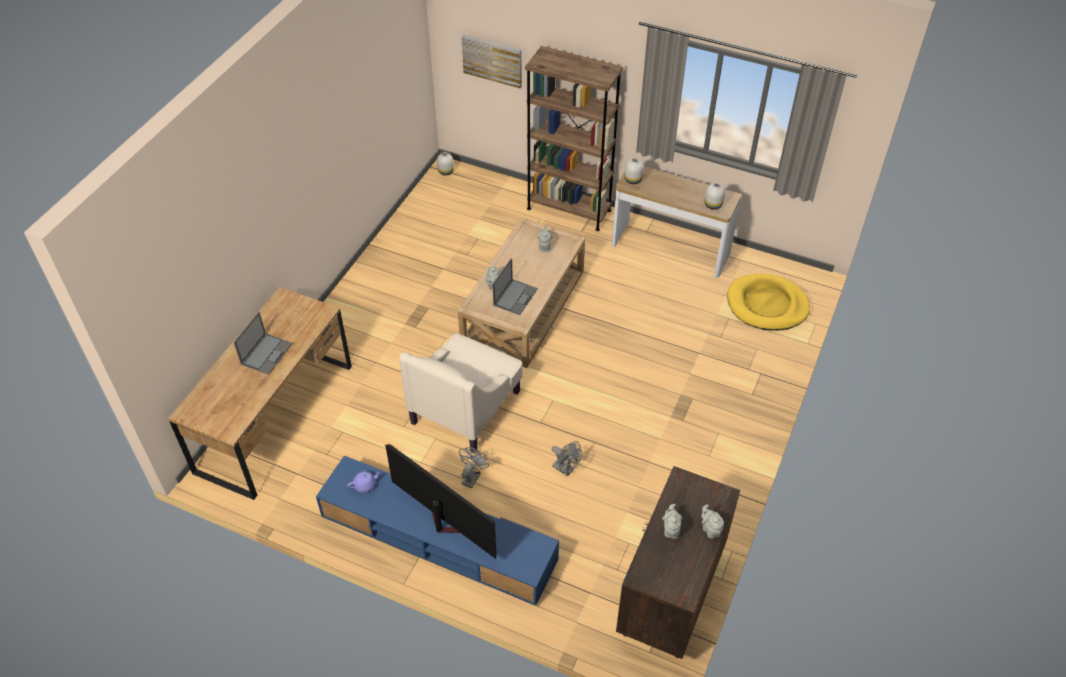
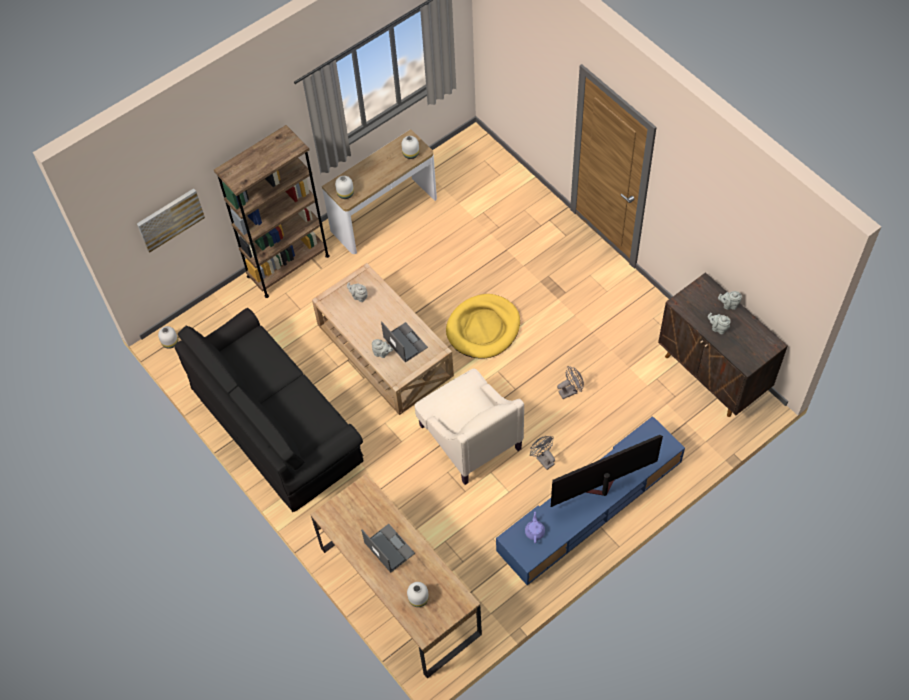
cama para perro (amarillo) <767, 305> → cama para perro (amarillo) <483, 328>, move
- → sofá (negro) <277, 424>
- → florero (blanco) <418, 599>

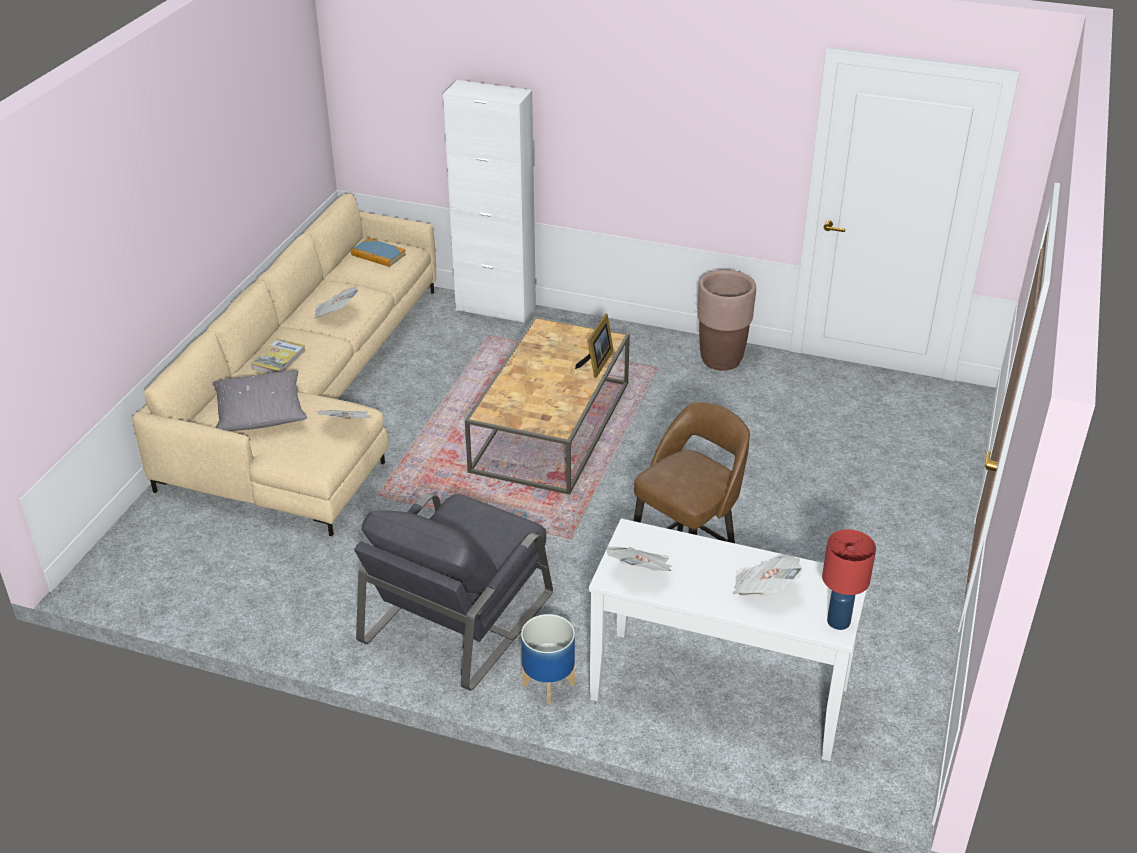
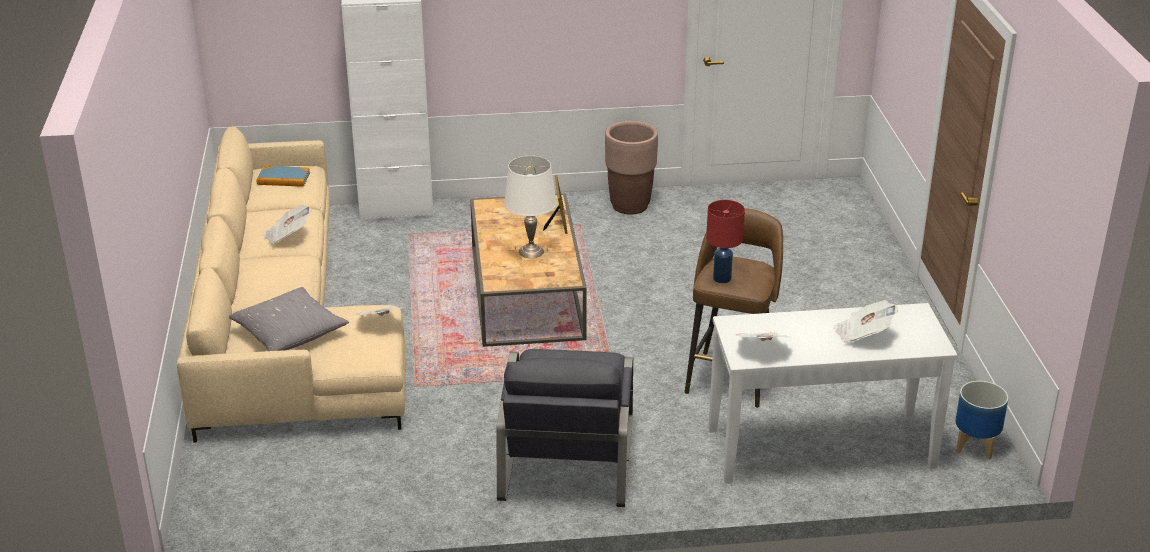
libro <279, 359> → -
maceta <549, 685> → maceta <976, 446>, move
lámpara de mesa (rojo) <839, 621> → lámpara de mesa (rojo) <722, 278>, move
- → lámpara de mesa (blanco) <531, 251>

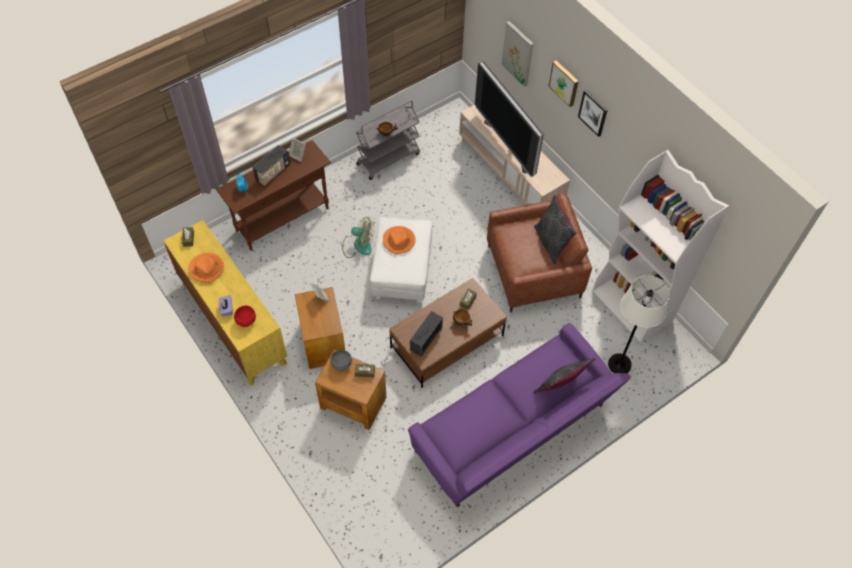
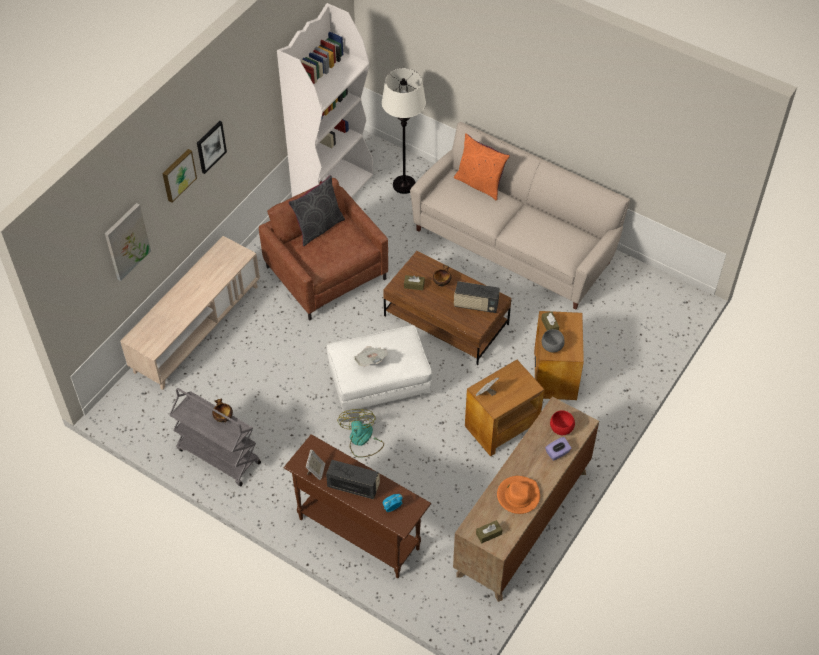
cómoda (amarillo) <233, 322> → cómoda (marrón) <522, 523>
sombrero (naranja) <399, 241> → periódico <371, 361>
sofá (morado) <513, 431> → sofá (beis) <515, 243>
televisor <509, 144> → -
cojín (gris) <560, 386> → cojín (naranja) <480, 184>

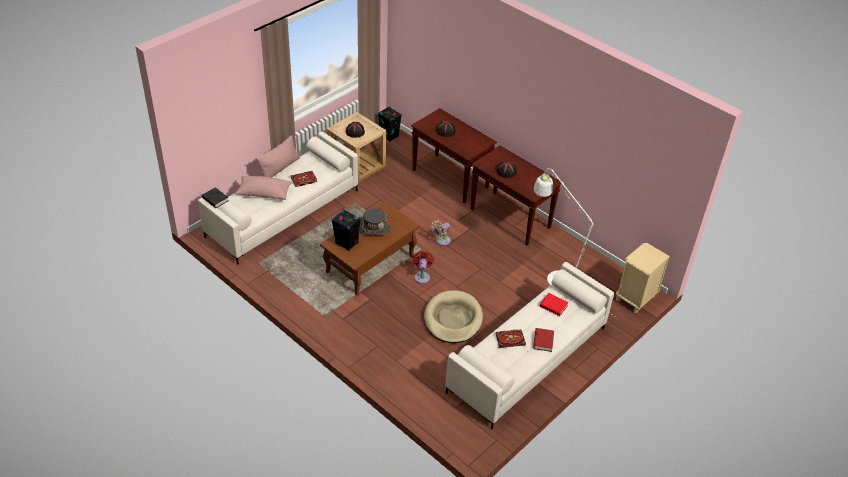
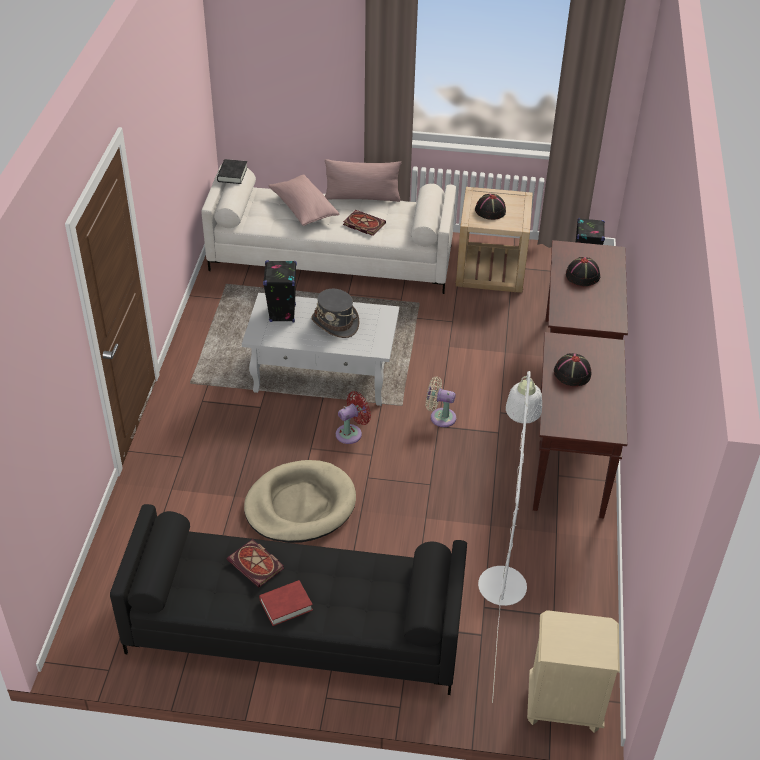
mesa de centro (marrón) <370, 263> → mesa de centro (blanco) <324, 374>
sofá (blanco) <527, 360> → sofá (negro) <294, 629>
libro (rojo) <553, 306> → -

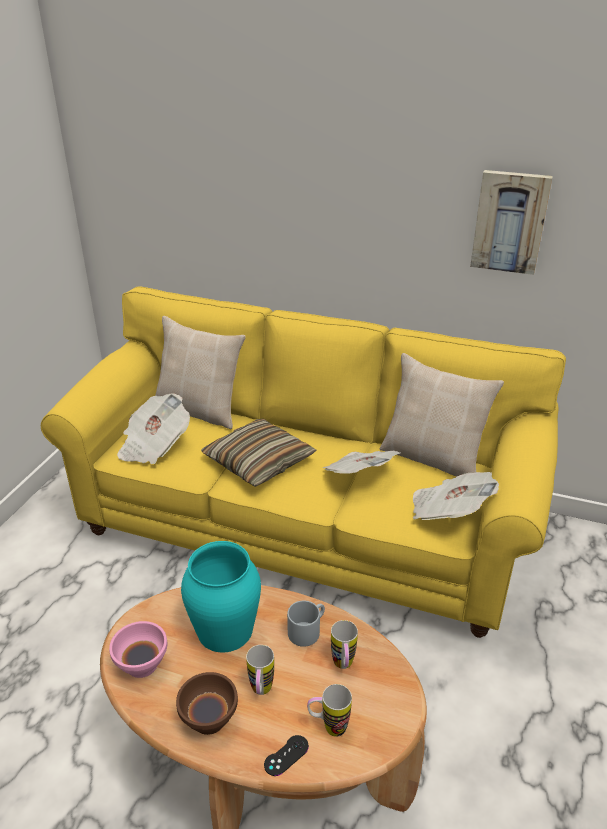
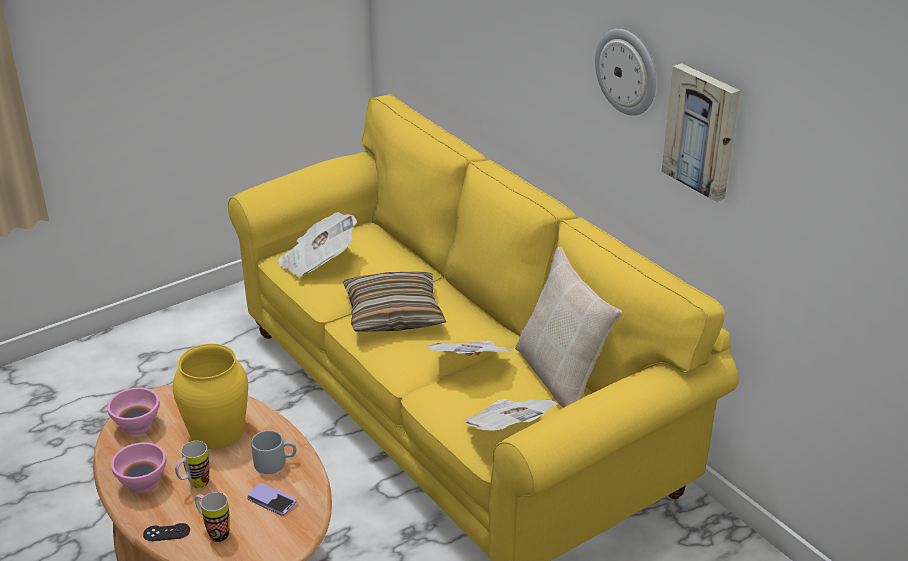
cojín (beis) <200, 410> → -
cuenco (marrón) <210, 719> → cuenco (rosa) <144, 483>
florero (turquesa) <224, 630> → florero (amarillo) <216, 431>
taza grande <343, 666> → móvil <271, 500>
- → reloj de pared <627, 71>

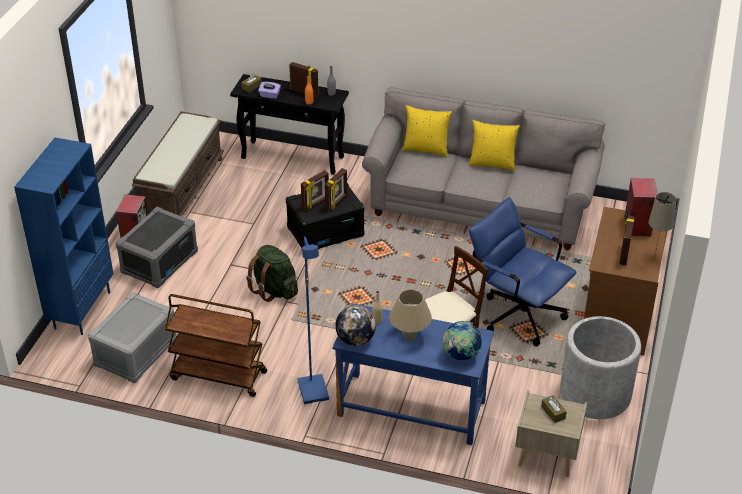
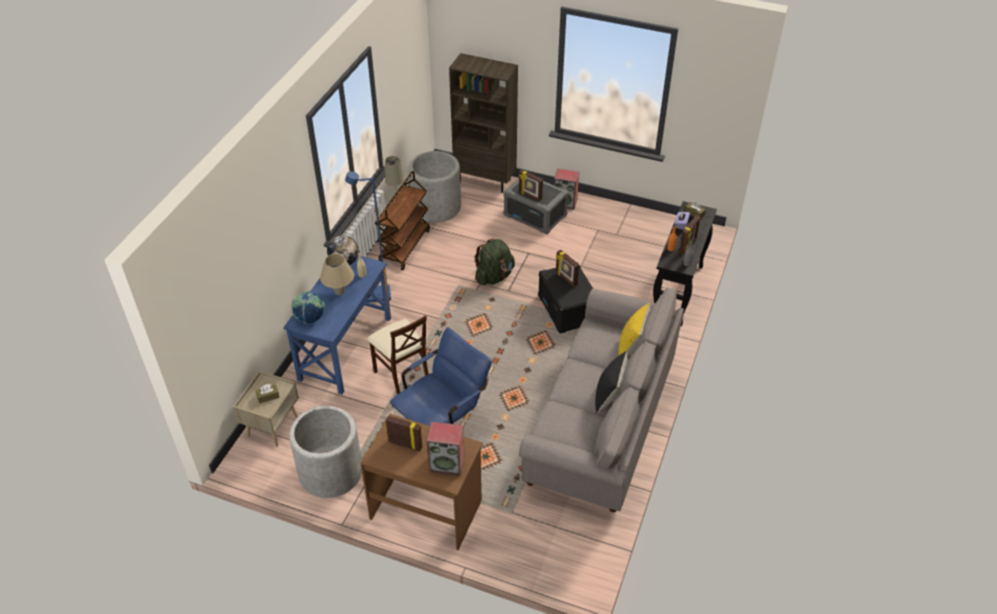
estantería (azul) <82, 309> → estantería (marrón) <485, 180>
caja de almacenaje (gris) <136, 353> → maceta (gris) <436, 207>
banco (marrón) <181, 189> → -
portarretratos <336, 202> → portarretratos <530, 196>, move
cojín (amarillo) <492, 163> → cojín (negro) <609, 397>
lámpara de mesa (beis) <654, 257> → lámpara de mesa (beis) <397, 206>, move

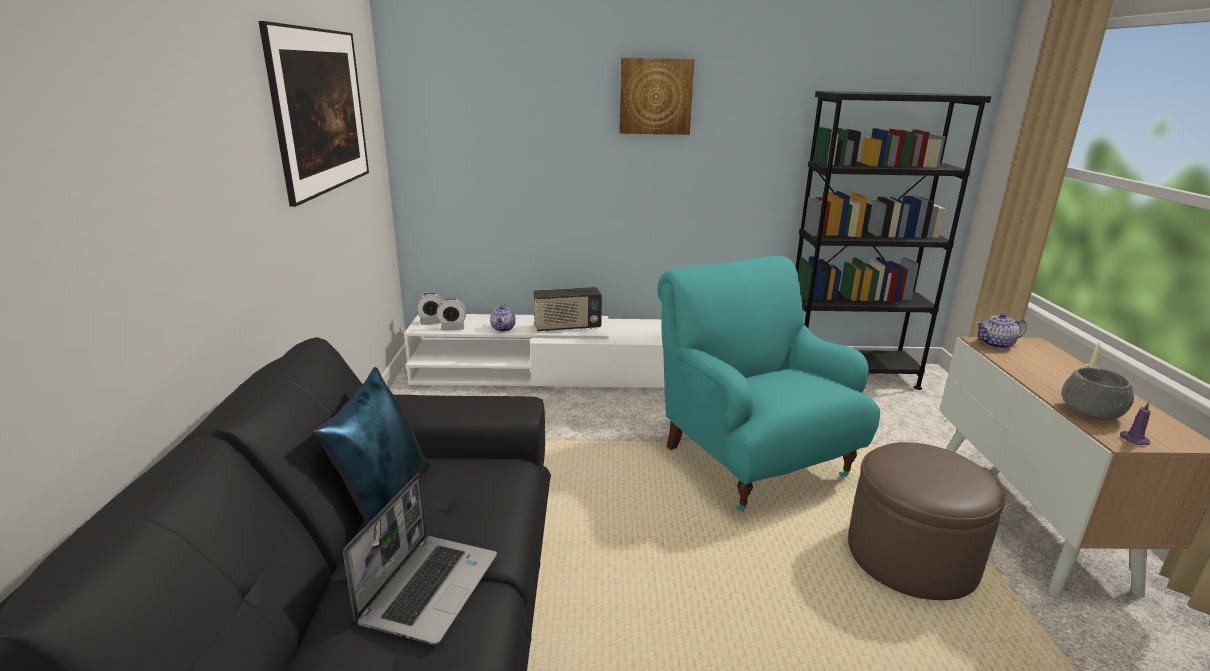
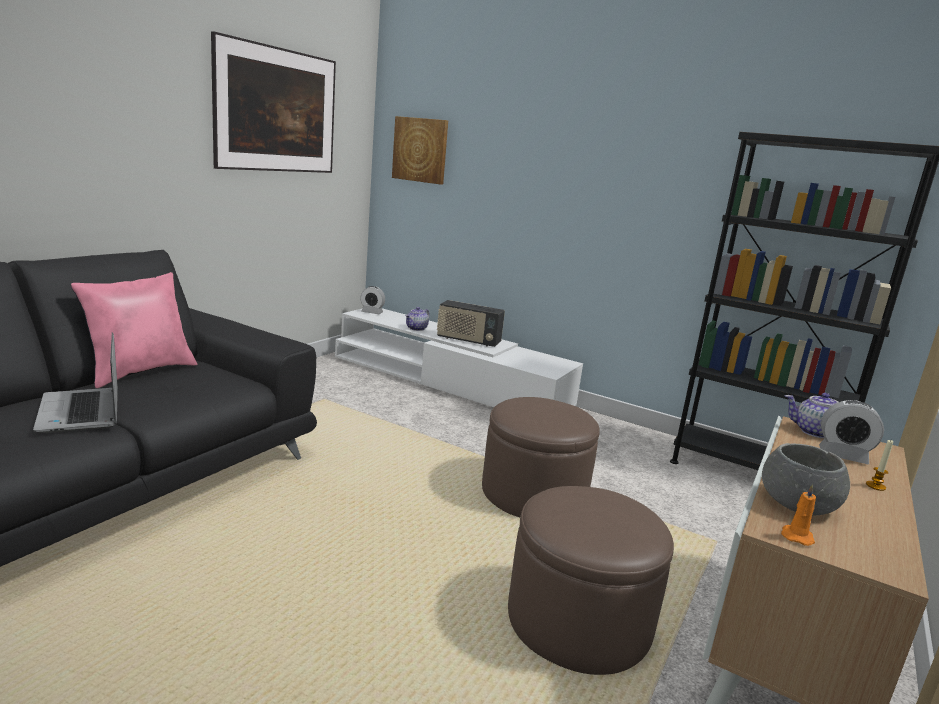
cojín (azul) <385, 502> → cojín (rosa) <140, 372>
portátil <429, 587> → portátil <81, 412>, 105 degrees clockwise
despertador <452, 328> → despertador <842, 456>, move
cuadro <655, 96> → cuadro <420, 150>, move
sillón (turquesa) <752, 460> → puf (marrón) <534, 493>
vela (morado) <1132, 439> → vela (naranja) <796, 536>

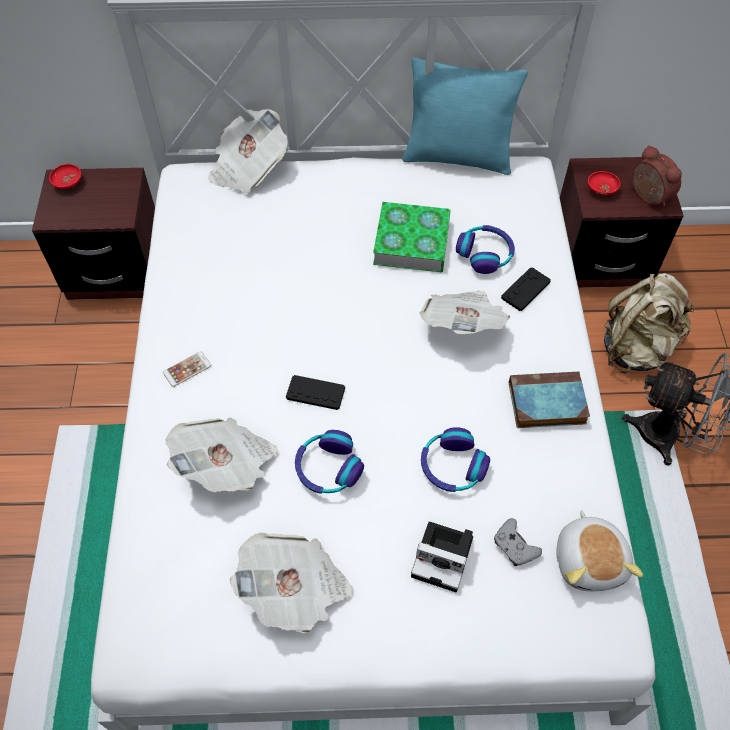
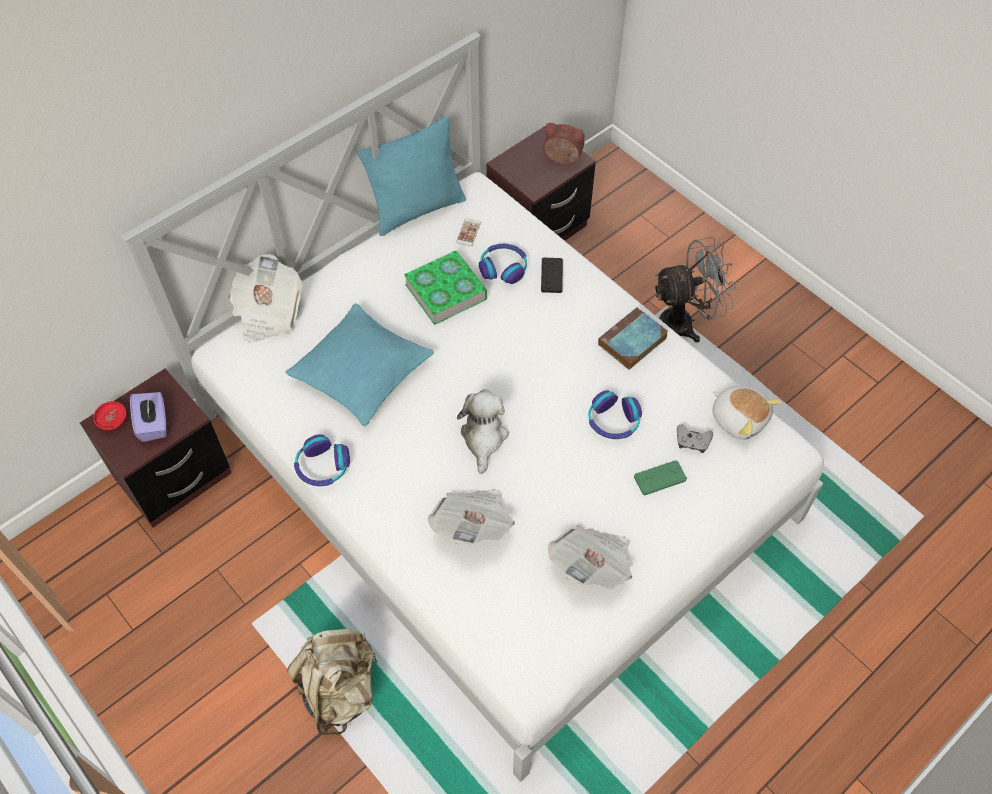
móvil <187, 369> → móvil <468, 232>, move
mando de consola (negro) <315, 393> → peluche <483, 437>
auriculares <328, 468> → auriculares <322, 466>, move
cámara <445, 557> → mando de consola (verde) <660, 478>
periódico <463, 325> → -
cuenco (rojo) <601, 190> → -
mochila (beis) <636, 348> → mochila (beis) <340, 689>, move
- → caja de pañuelos (morado) <154, 424>
- → cojín (turquesa) <361, 372>

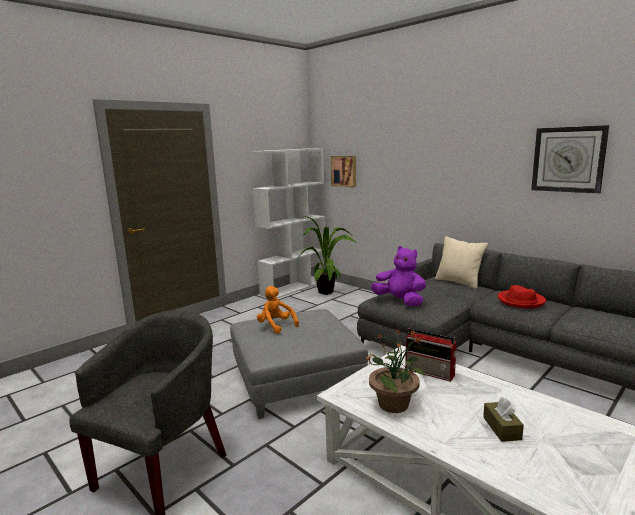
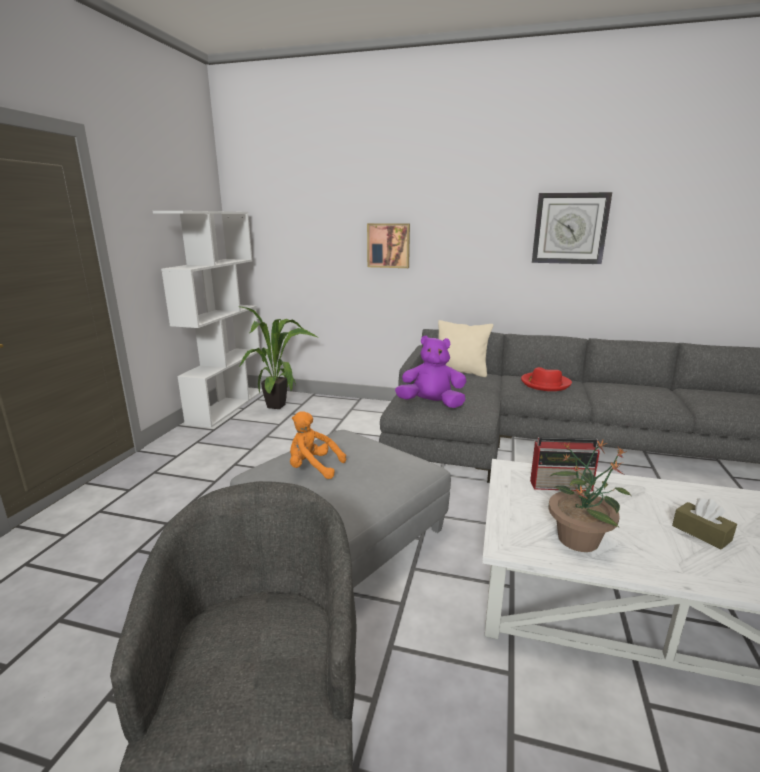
cuadro <344, 171> → cuadro <388, 245>, move

